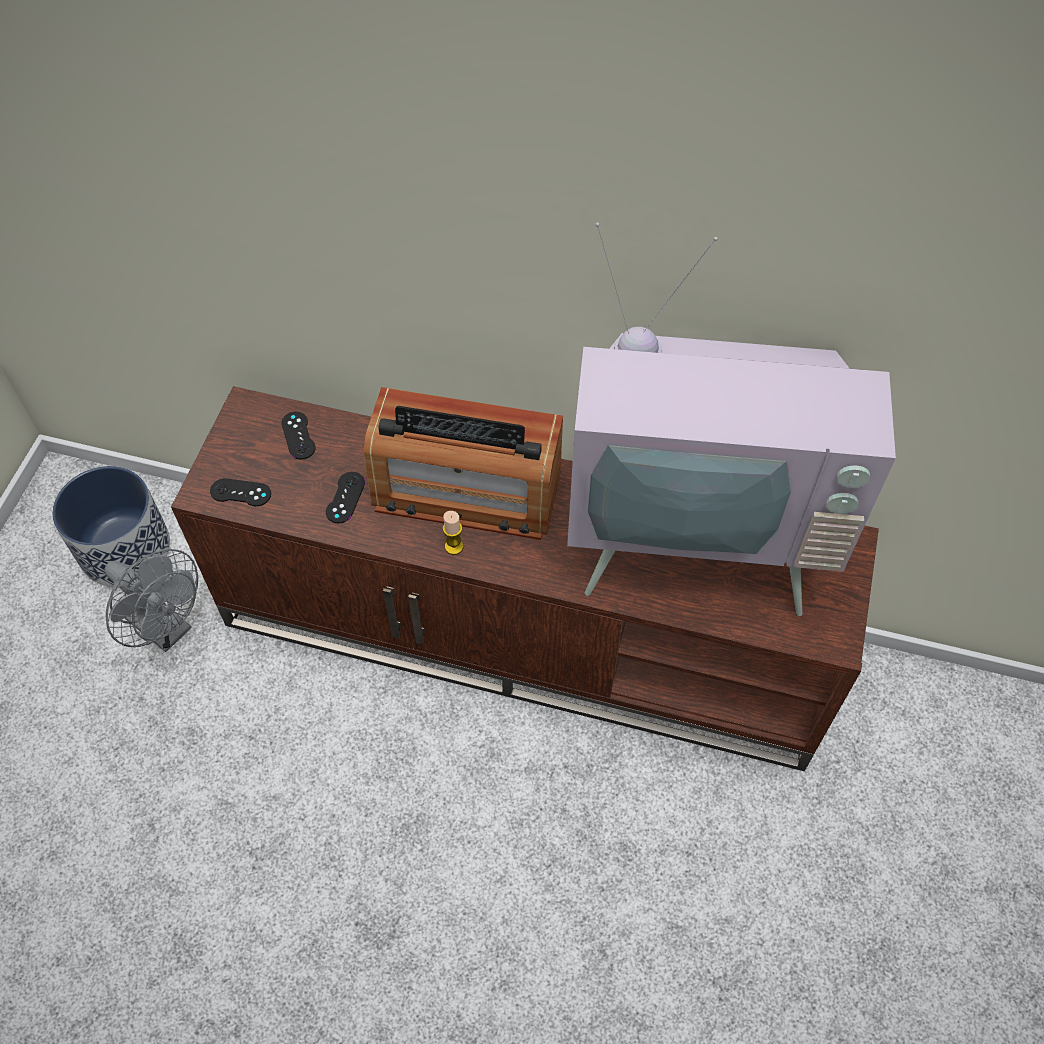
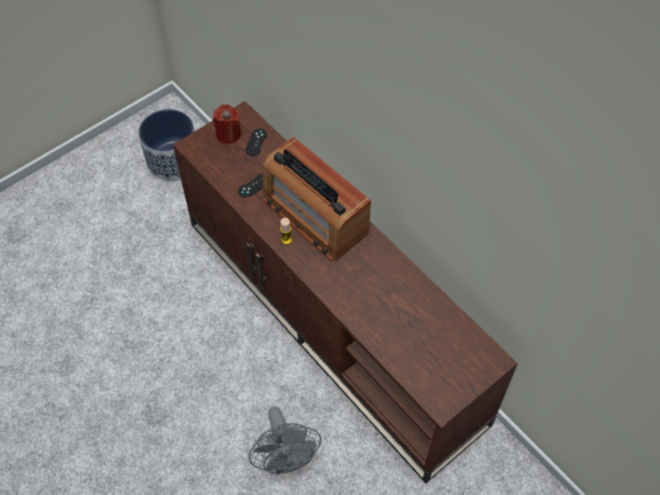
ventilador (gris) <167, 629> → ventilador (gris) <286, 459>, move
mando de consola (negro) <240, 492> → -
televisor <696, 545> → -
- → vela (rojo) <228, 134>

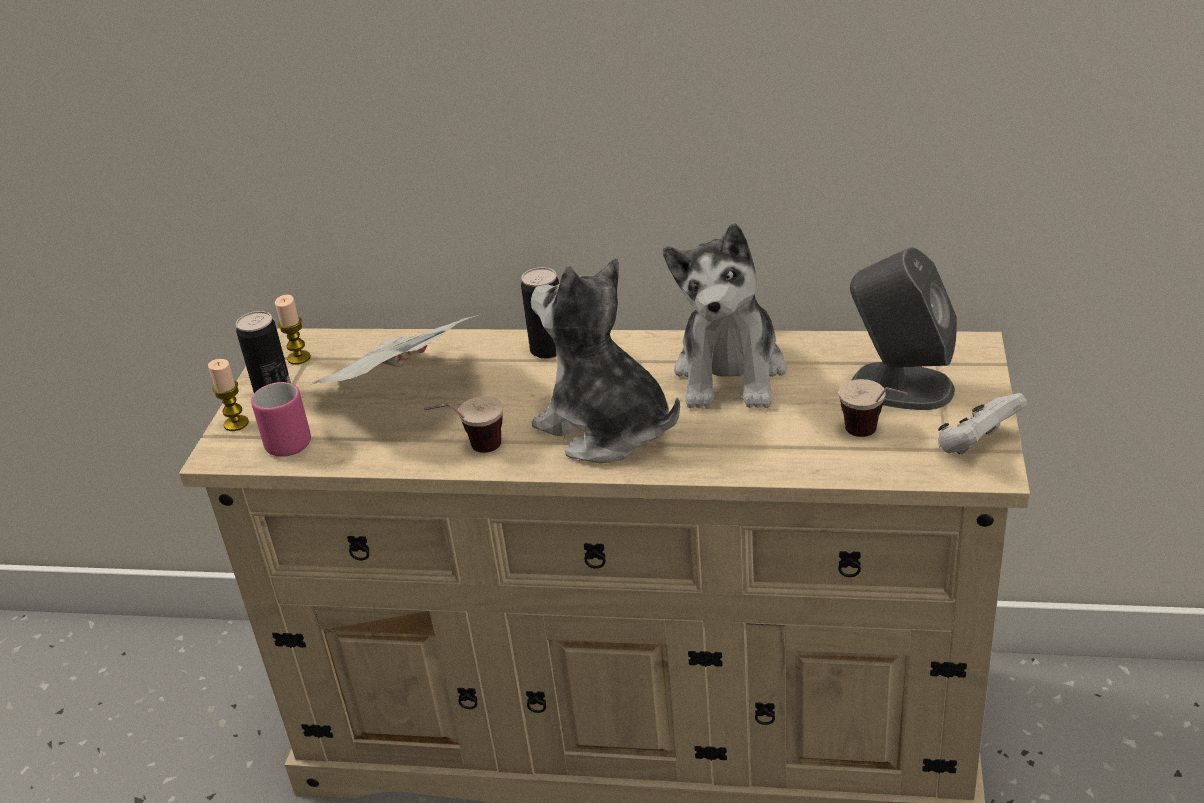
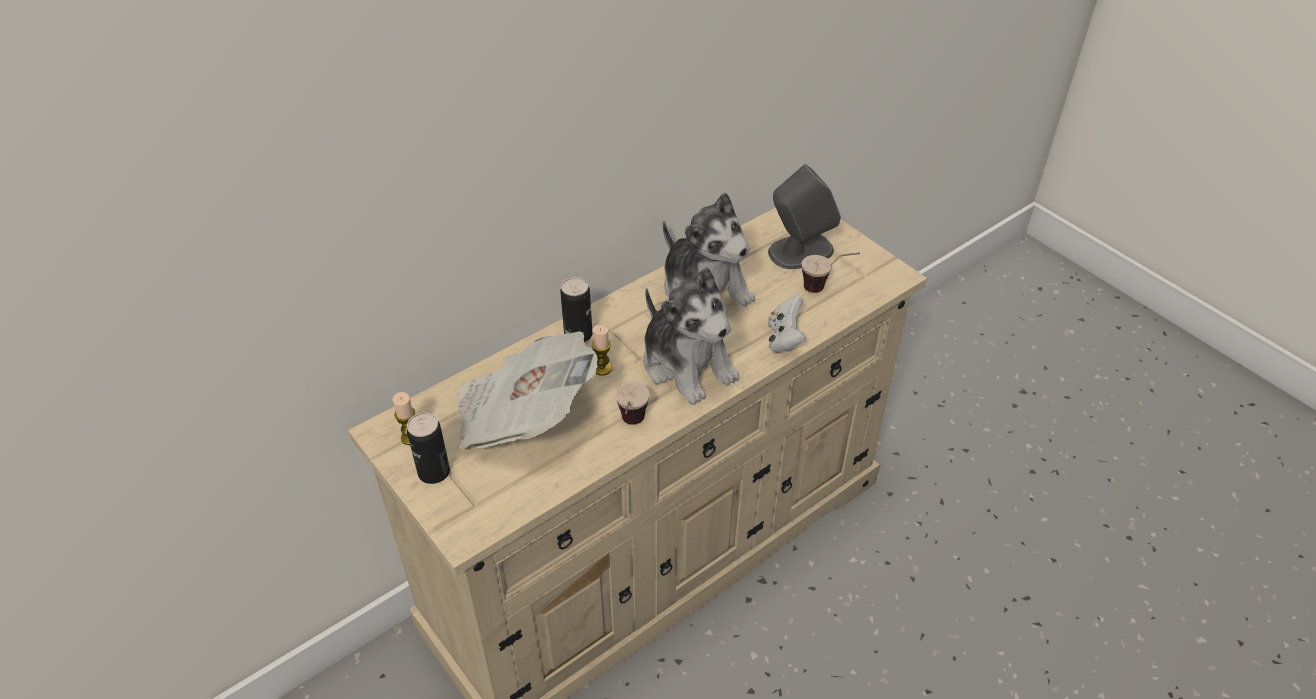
vela <236, 423> → vela <602, 368>, move
taza grande (rosa) <289, 439> → -
peluche <606, 429> → peluche <687, 365>, 120 degrees counterclockwise
mando de consola (blanco) <976, 445> → mando de consola (blanco) <784, 338>, move

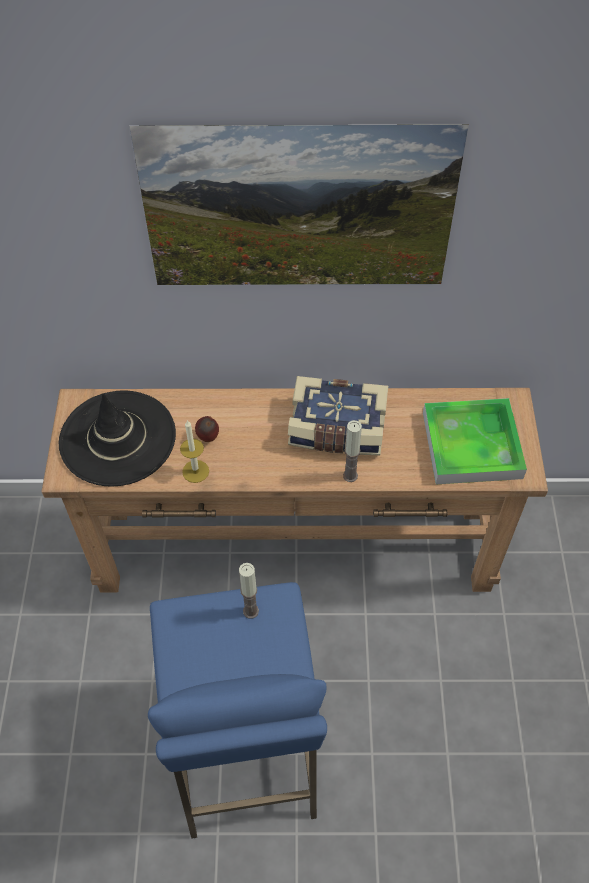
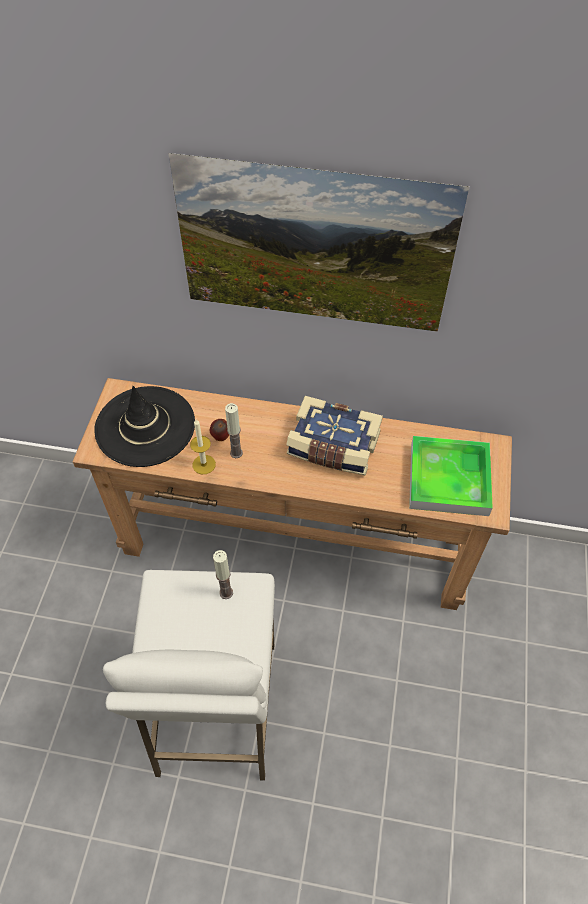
taburete (azul) <244, 749> → taburete (blanco) <216, 708>
vela <350, 475> → vela <236, 453>, move

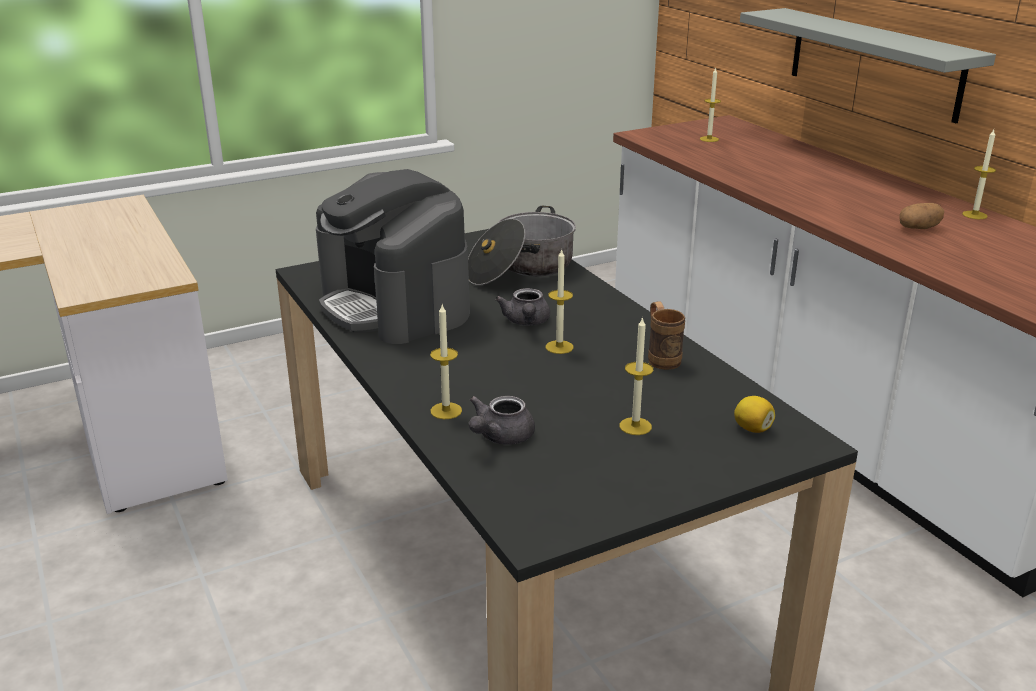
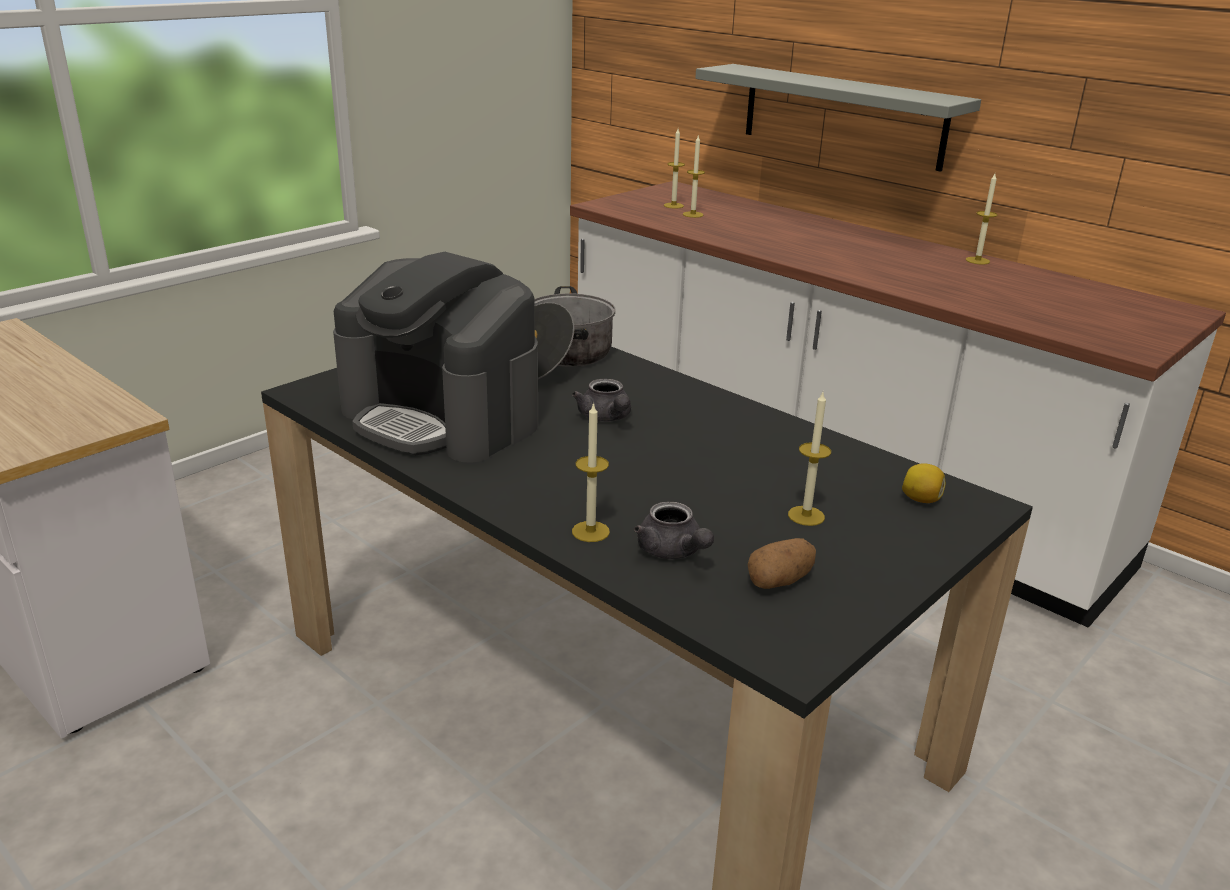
tetera (gris) <500, 437> → tetera (gris) <673, 552>, 45 degrees counterclockwise
vela <559, 347> → vela <693, 214>, move
taza grande (marrón) <661, 357> → -
patata <919, 228> → patata <779, 581>, move

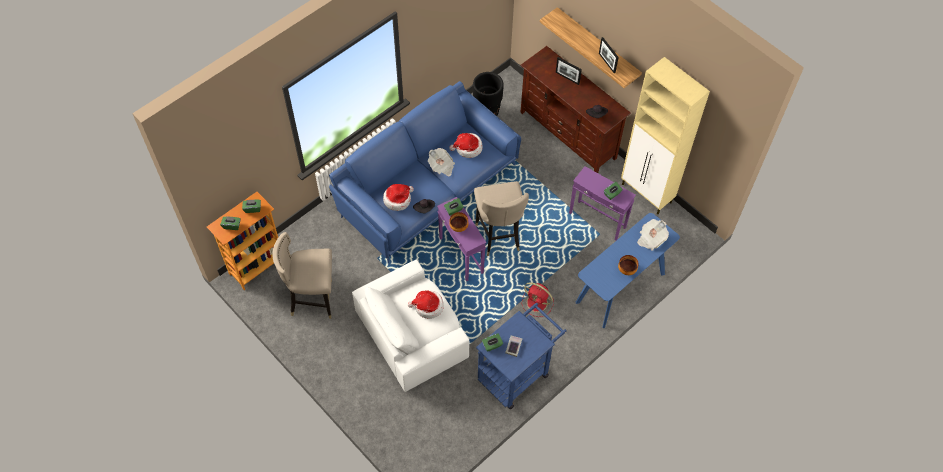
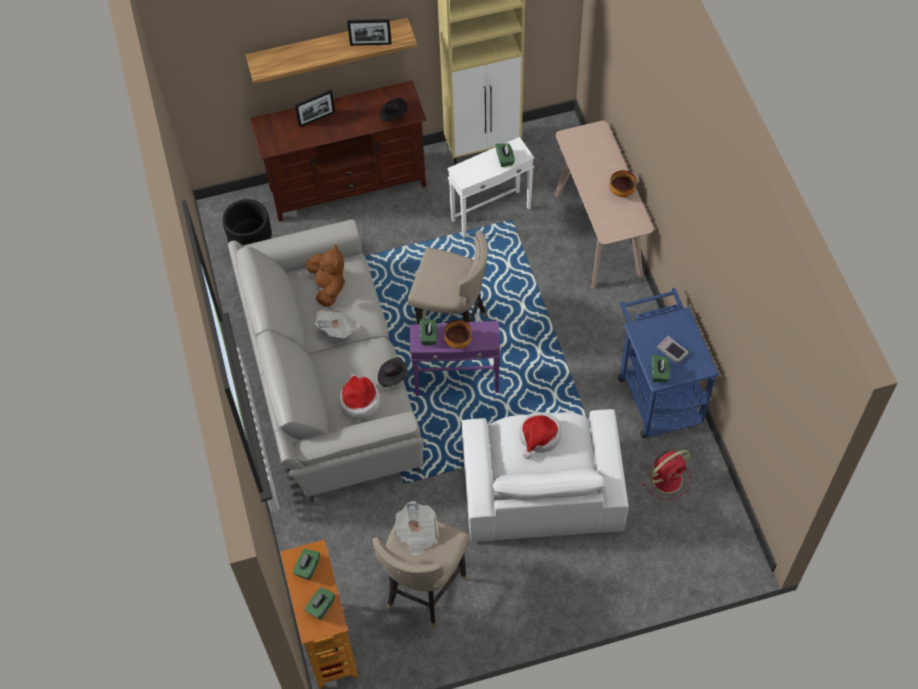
sofá (azul) <427, 188> → sofá (gris) <329, 377>
sombrero <468, 148> → peluche (marrón) <328, 287>
ventilador (rojo) <538, 303> → ventilador (rojo) <668, 478>, move
mesa auxiliar (morado) <597, 221> → mesa auxiliar (blanco) <491, 214>
mesa consola (azul) <620, 288> → mesa consola (beis) <598, 234>
periódico <651, 239> → periódico <417, 533>, move

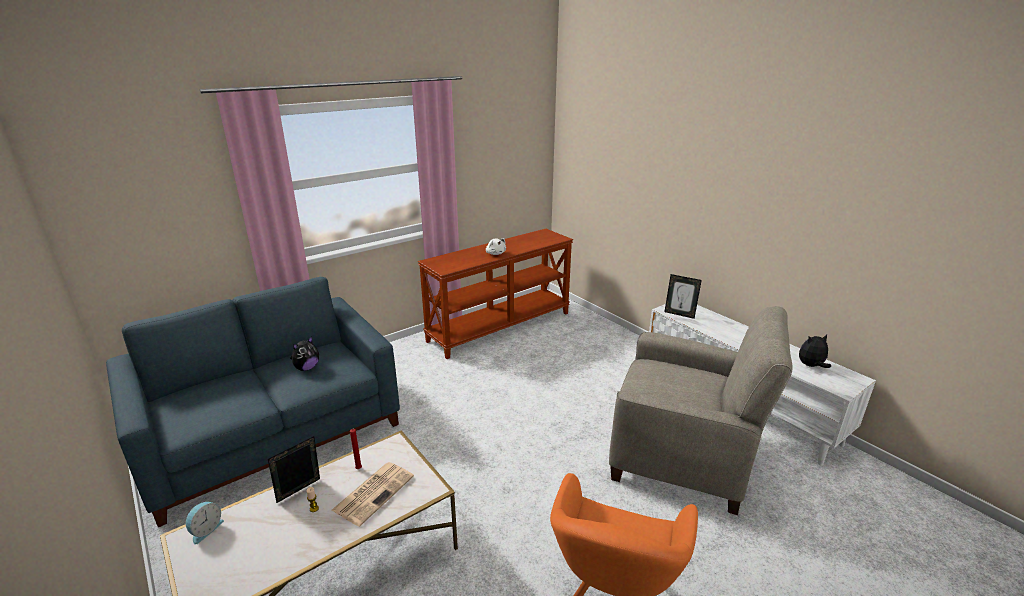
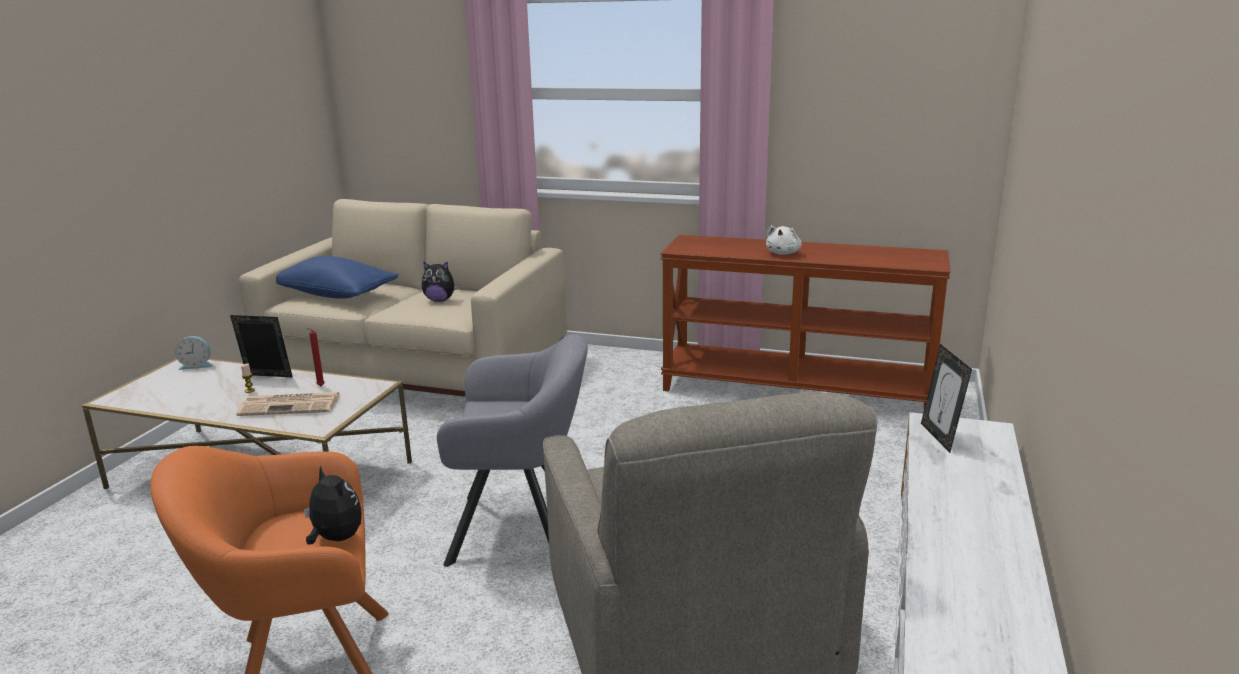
sofá (azul) <273, 433> → sofá (beis) <418, 370>
peluche <811, 366> → peluche <335, 539>, move
- → cojín (azul) <335, 295>
- → sillón (gris) <523, 529>

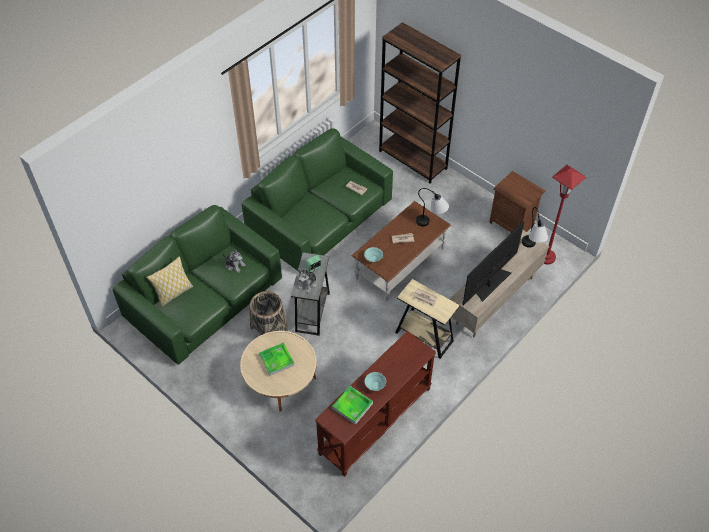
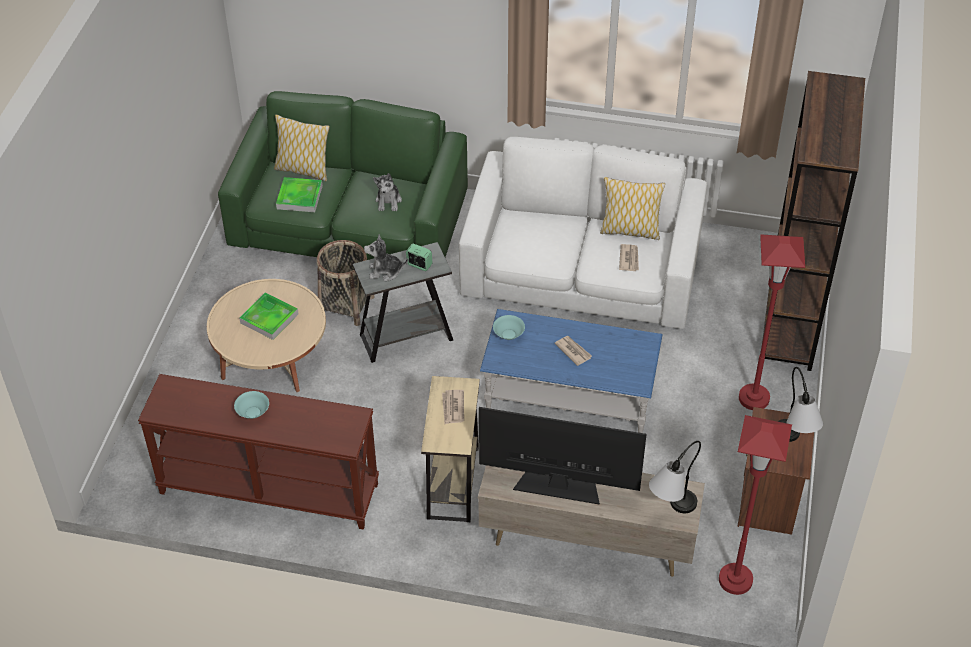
sofá (verde) <320, 217> → sofá (blanco) <581, 269>
bandeja <352, 406> → bandeja <299, 197>, move
mesa de centro (marrón) <400, 263> → mesa de centro (azul) <569, 395>
lámpara de mesa <431, 223> → lámpara de mesa <792, 445>, move
- → cojín <630, 230>
- → lámpara de pie (rojo) <754, 398>

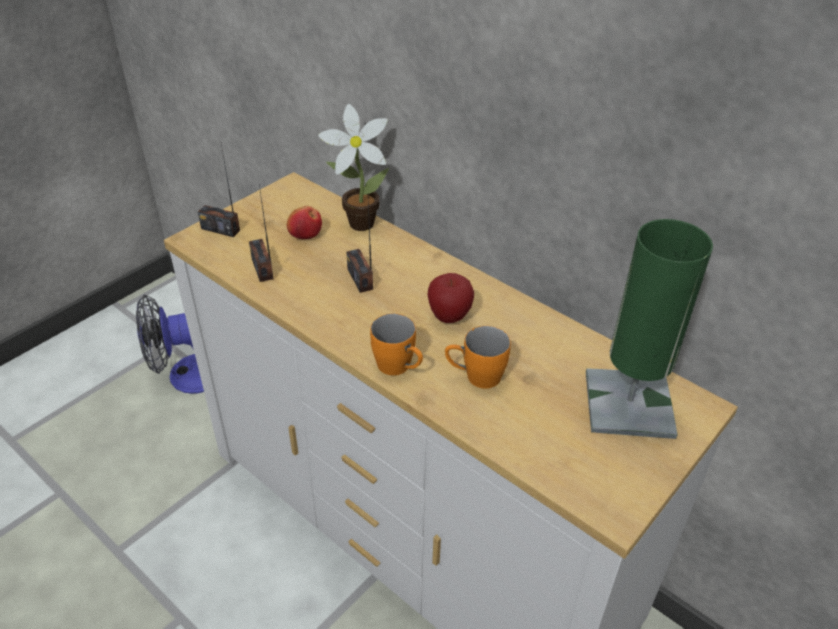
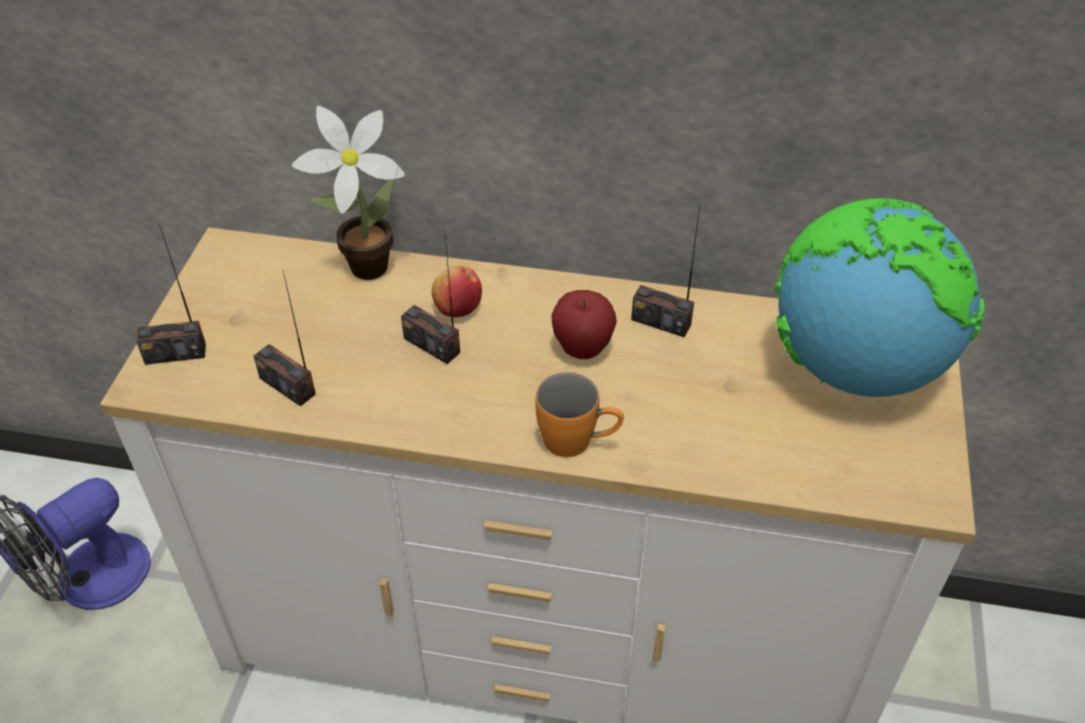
manzana <305, 234> → manzana <457, 307>, move
taza grande (naranja) <475, 377> → -
lámpara de mesa (verde) <628, 404> → globo terráqueo <854, 368>
- → radio <661, 322>

